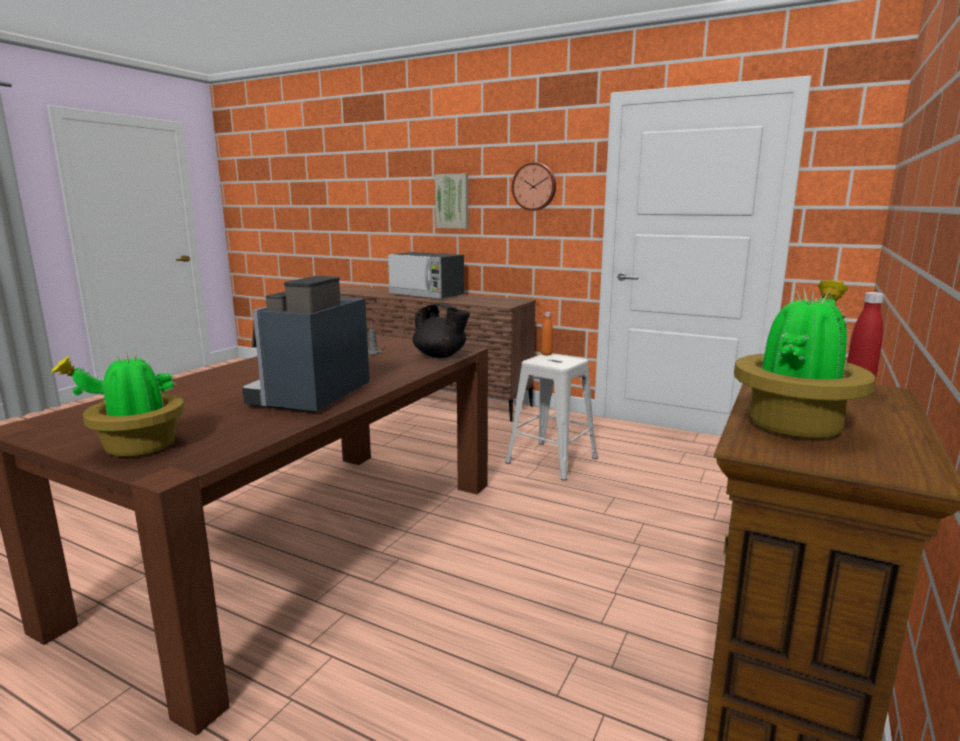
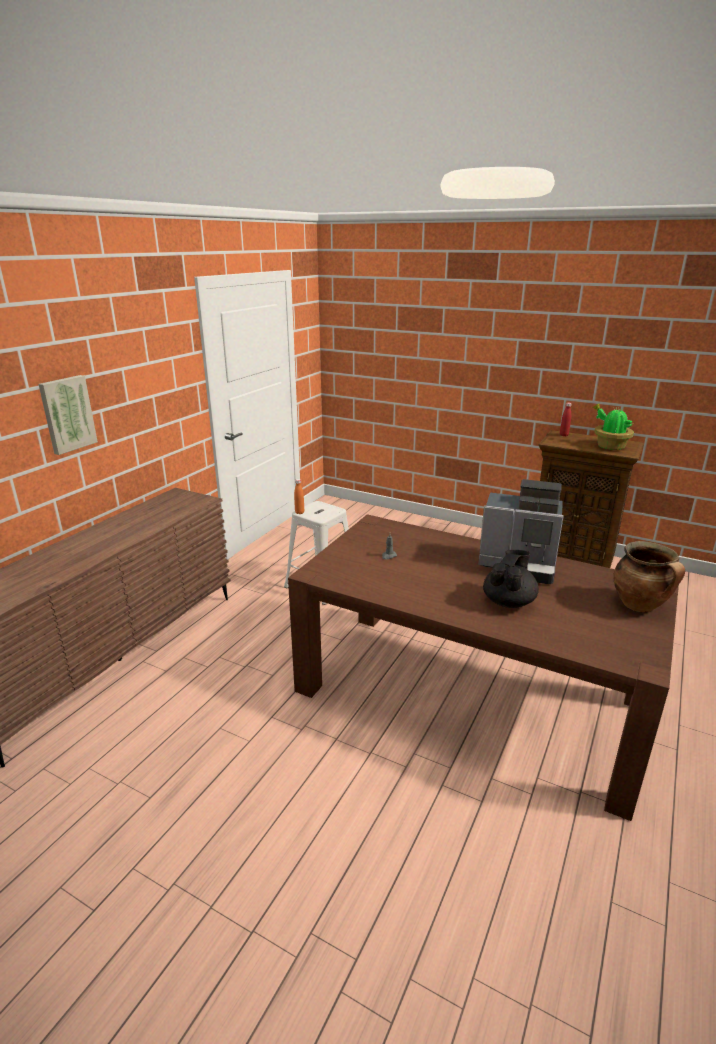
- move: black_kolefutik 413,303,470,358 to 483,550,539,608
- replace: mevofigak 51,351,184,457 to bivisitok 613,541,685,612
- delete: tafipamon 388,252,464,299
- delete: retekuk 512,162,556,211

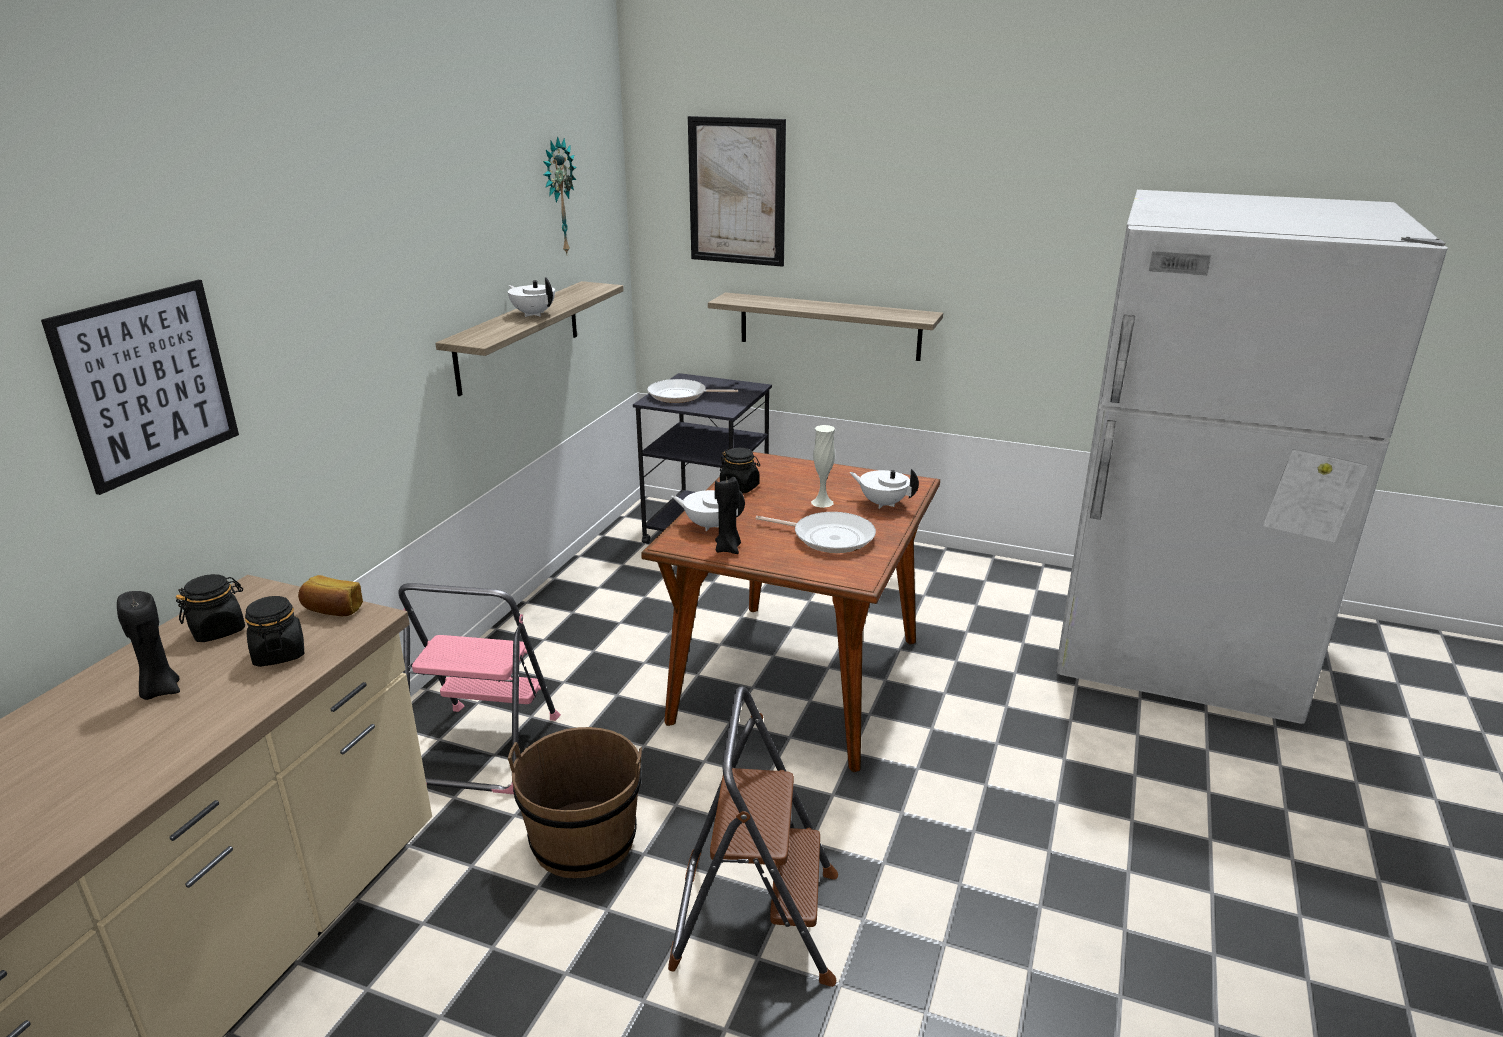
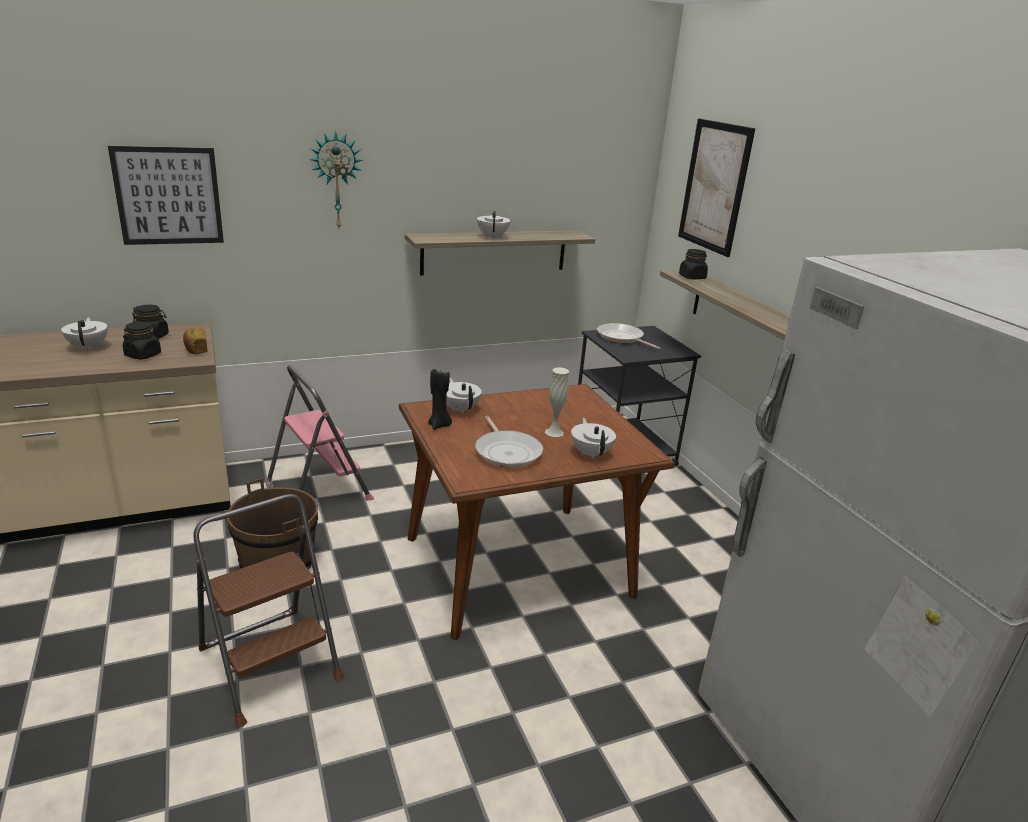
- replace: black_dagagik 117,591,180,700 to white_kolefutik 61,317,108,351
- move: retekuk 543,136,576,254 to 309,131,363,228
- move: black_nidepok 720,448,760,493 to 679,249,708,279

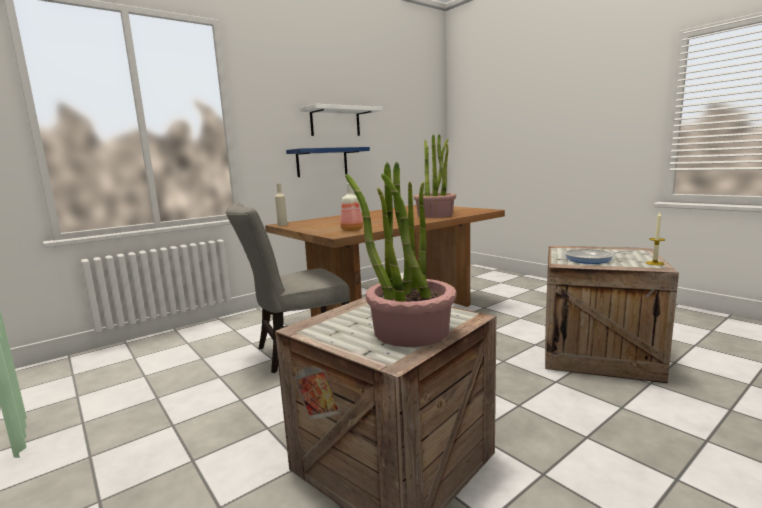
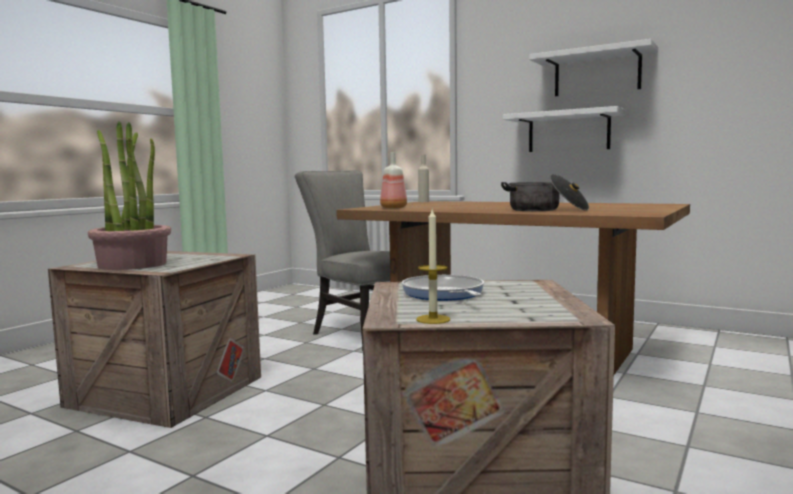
- replace: mevofigak 414,134,456,218 to bivisitok 501,174,589,211
- recolor: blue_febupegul 286,147,370,177 to white_febupegul 503,106,626,152

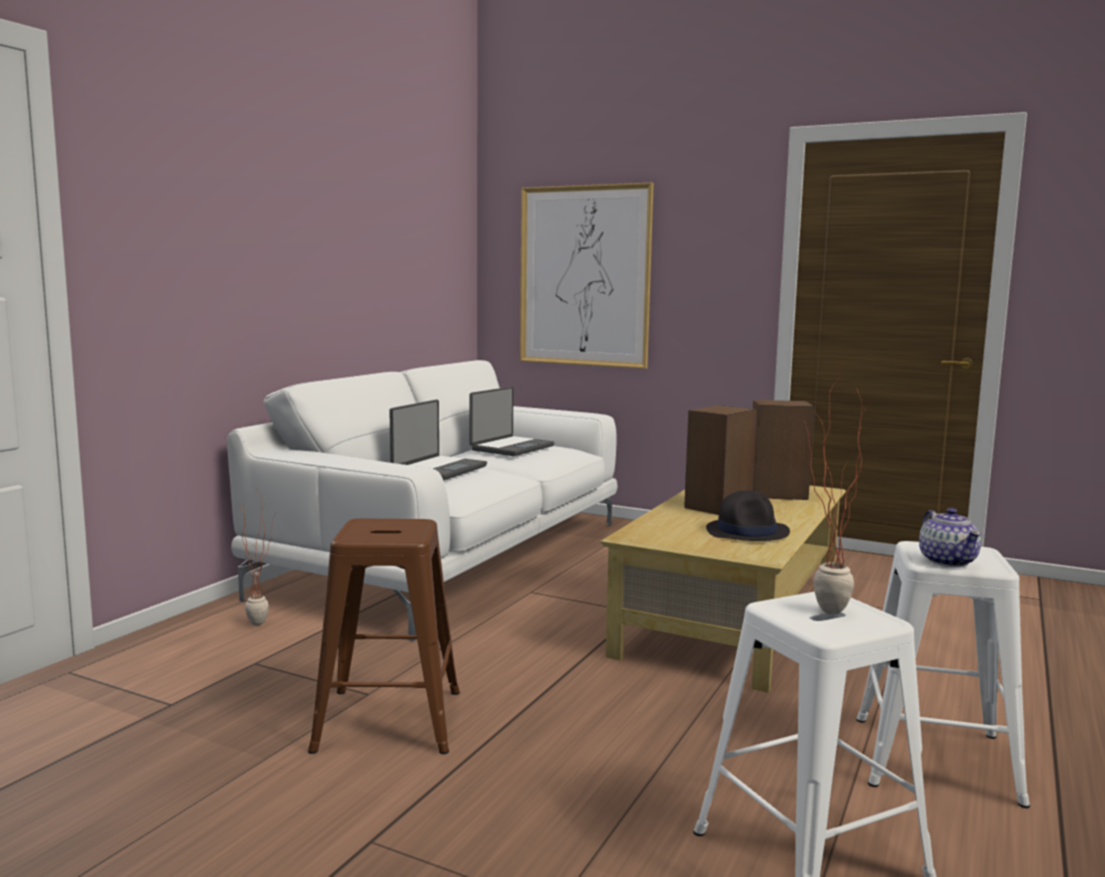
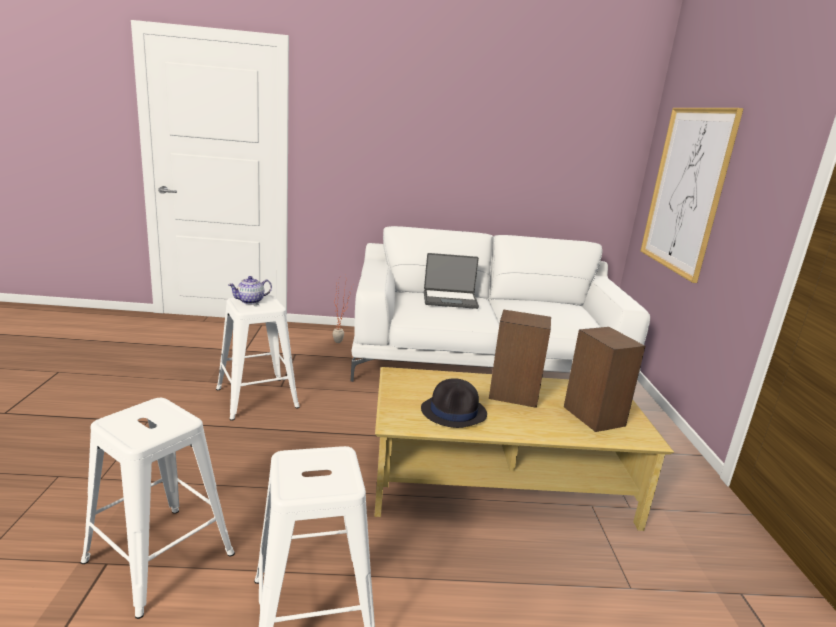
- recolor: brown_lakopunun 308,519,460,754 to white_lakopunun 216,295,300,421
- move: kolefutik 919,508,981,567 to 228,276,272,304
- delete: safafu 469,387,554,456
- delete: mevofigak 804,378,867,615

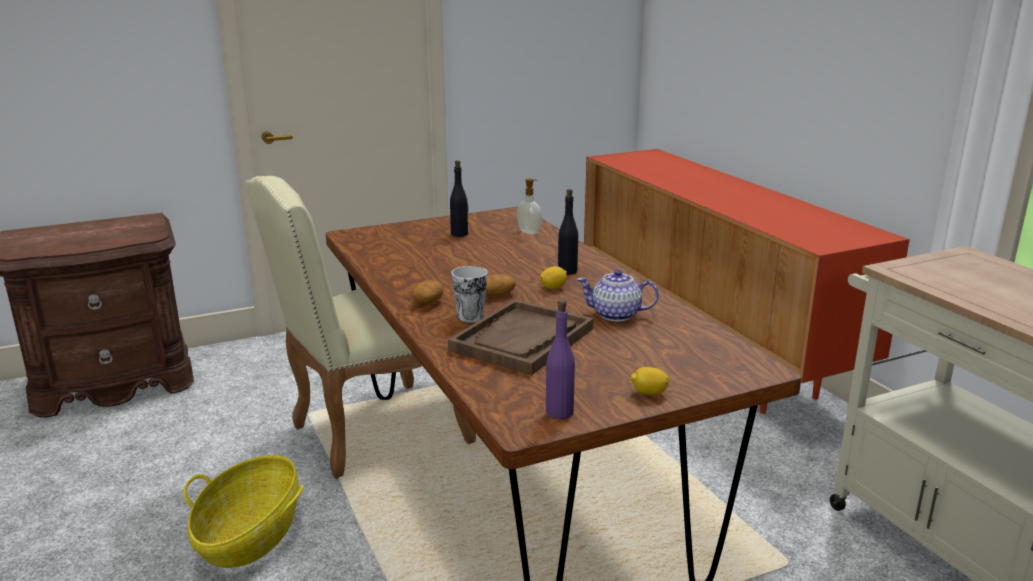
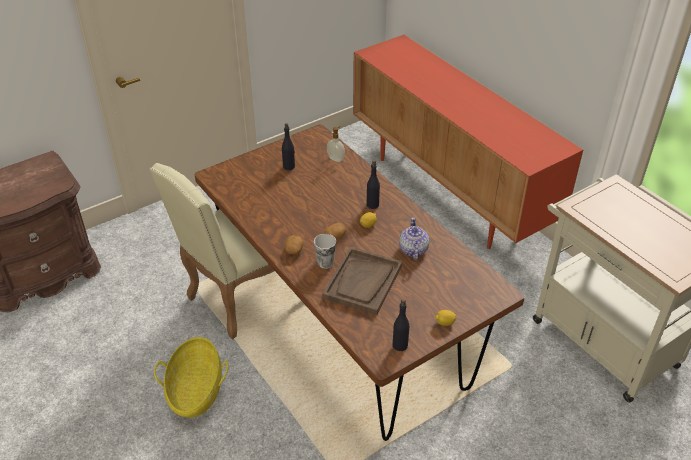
- recolor: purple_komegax 546,300,575,419 to black_komegax 393,299,409,351
- rotate: kolefutik 577,270,659,322 = 399,217,429,260 90 degrees clockwise

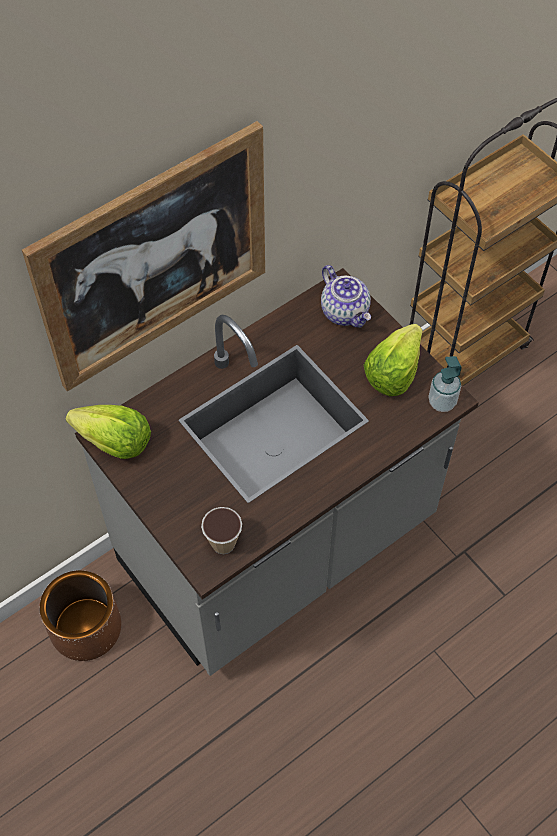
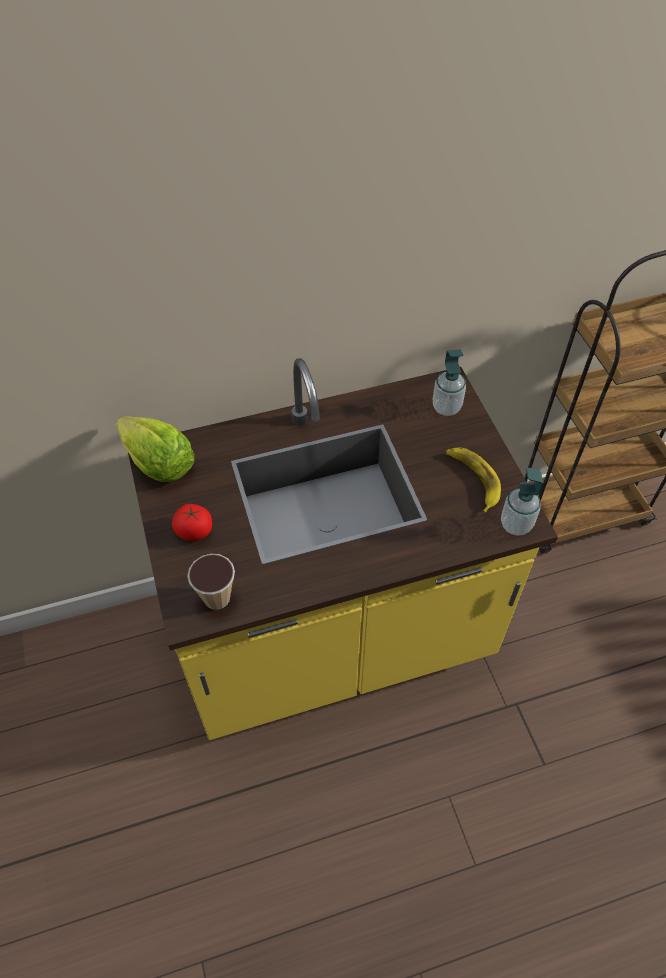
- recolor: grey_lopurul 75,268,479,676 to yellow_lopurul 128,358,558,740
- insert: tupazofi 172,504,212,541
- replace: kolefutik 321,265,371,328 to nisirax 433,349,466,416
- replace: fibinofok 364,324,422,396 to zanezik 446,448,501,513
- delete: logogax 22,121,265,392
- delete: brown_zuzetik 39,570,121,661

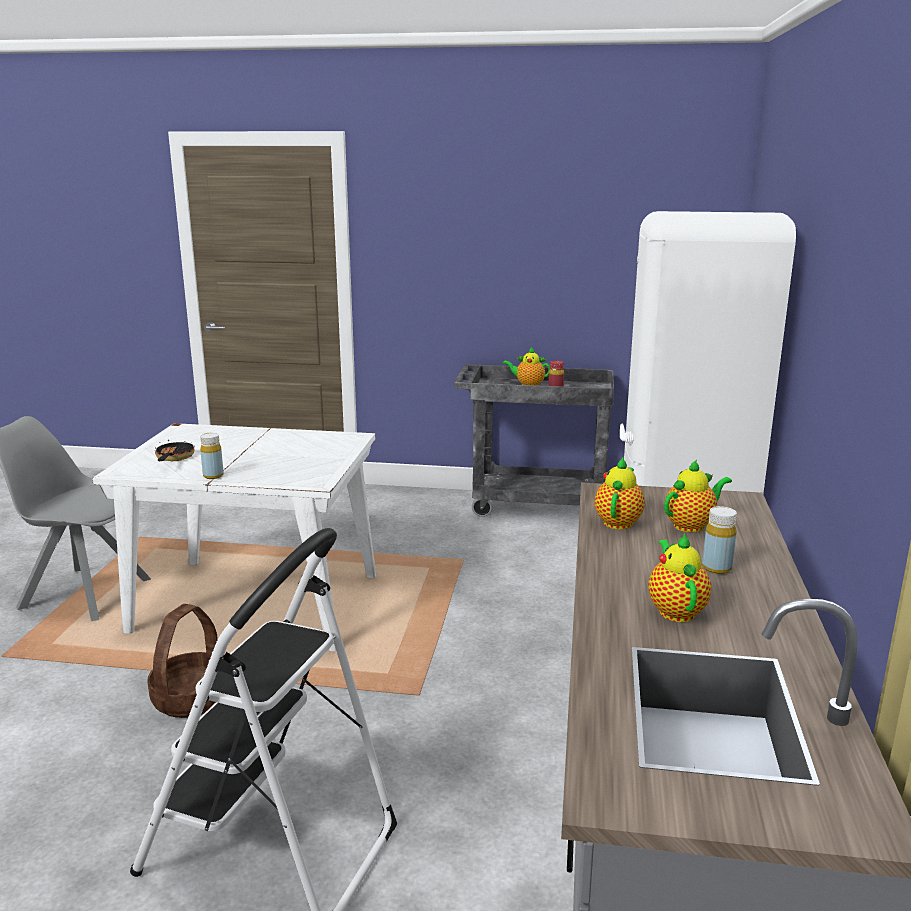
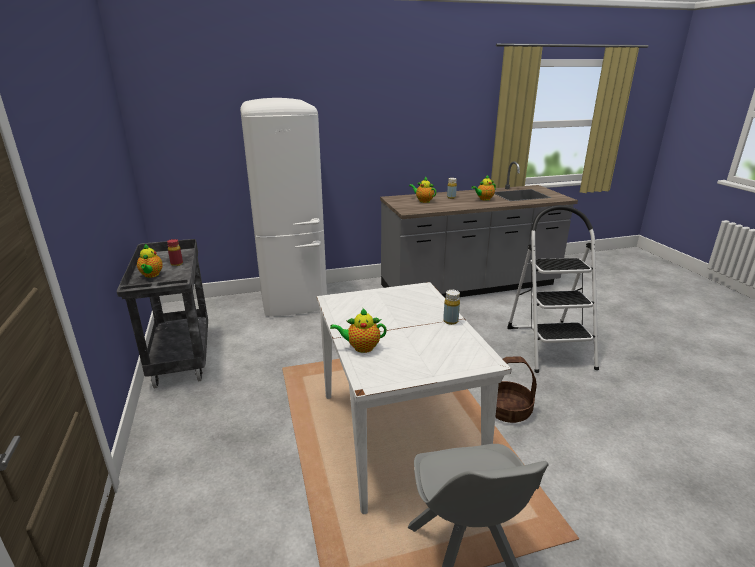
- move: kolefutik 595,457,645,530 to 330,308,387,353
- delete: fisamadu 155,440,194,461

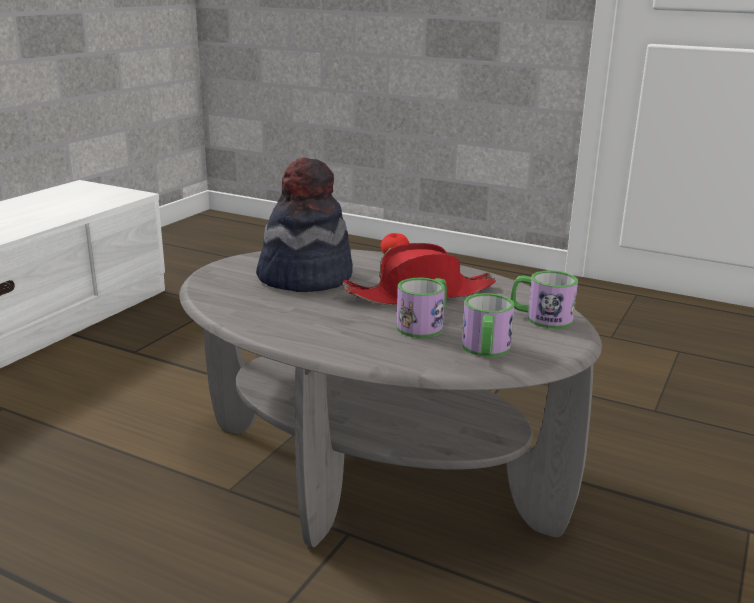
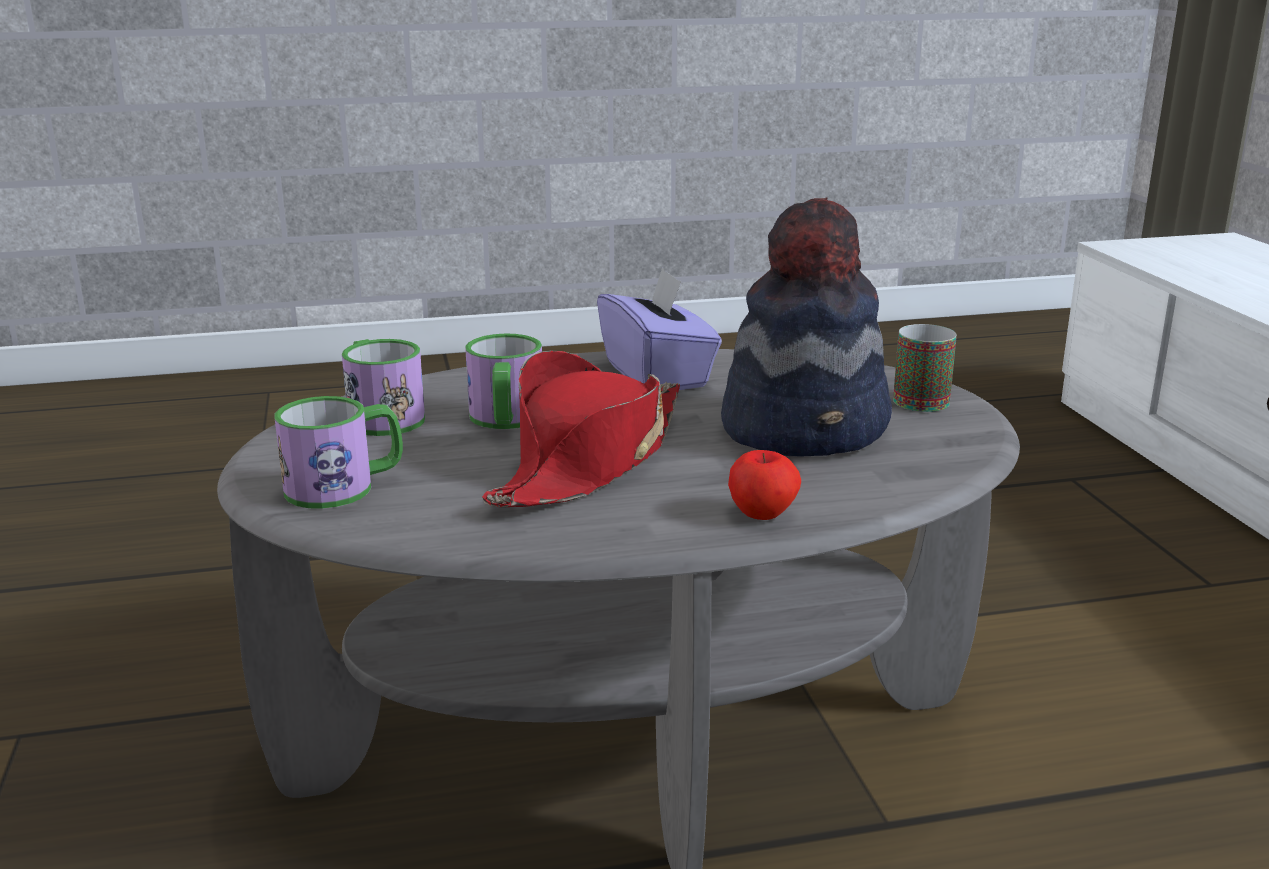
- insert: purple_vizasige 597,267,722,390
- insert: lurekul 893,324,957,412

